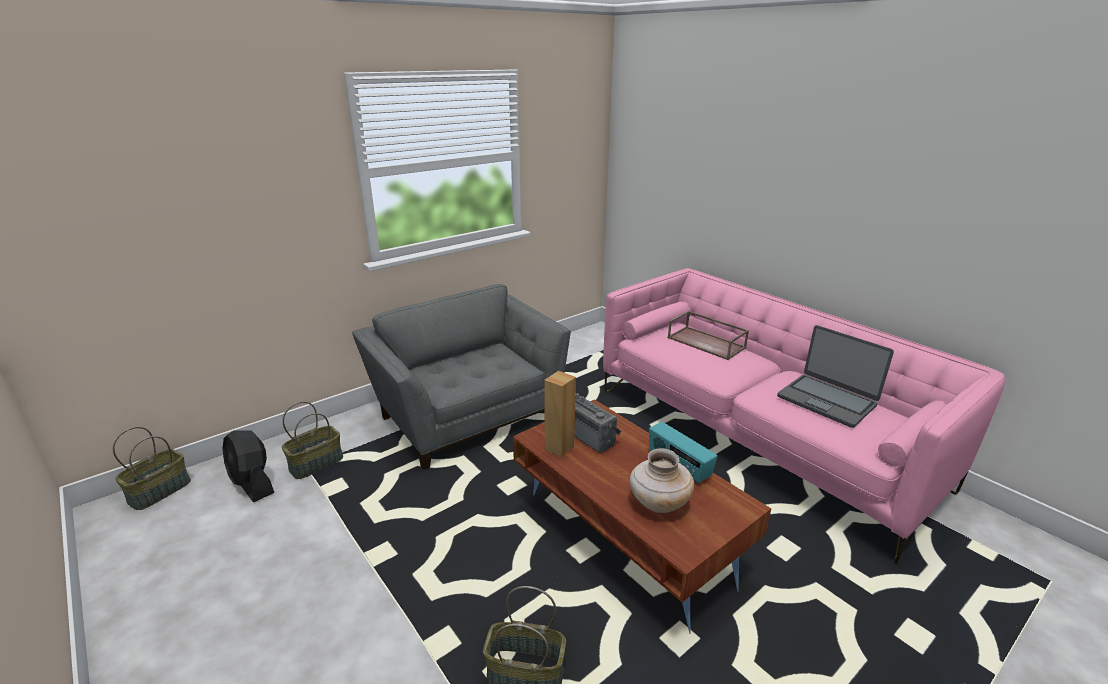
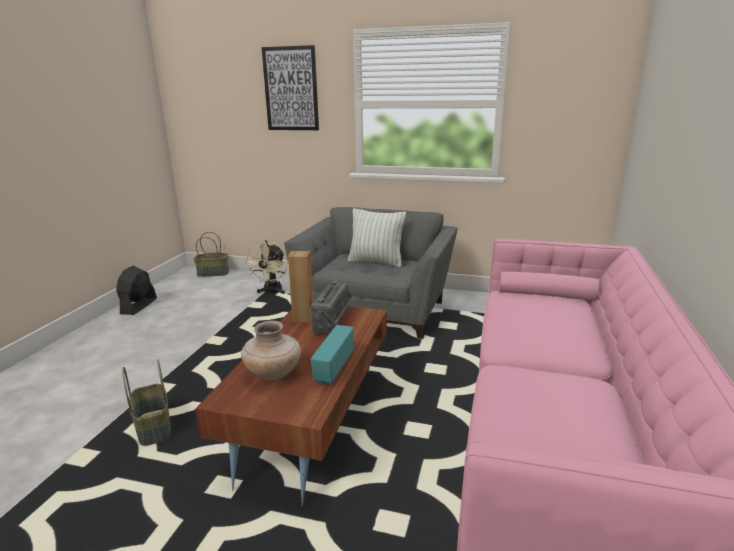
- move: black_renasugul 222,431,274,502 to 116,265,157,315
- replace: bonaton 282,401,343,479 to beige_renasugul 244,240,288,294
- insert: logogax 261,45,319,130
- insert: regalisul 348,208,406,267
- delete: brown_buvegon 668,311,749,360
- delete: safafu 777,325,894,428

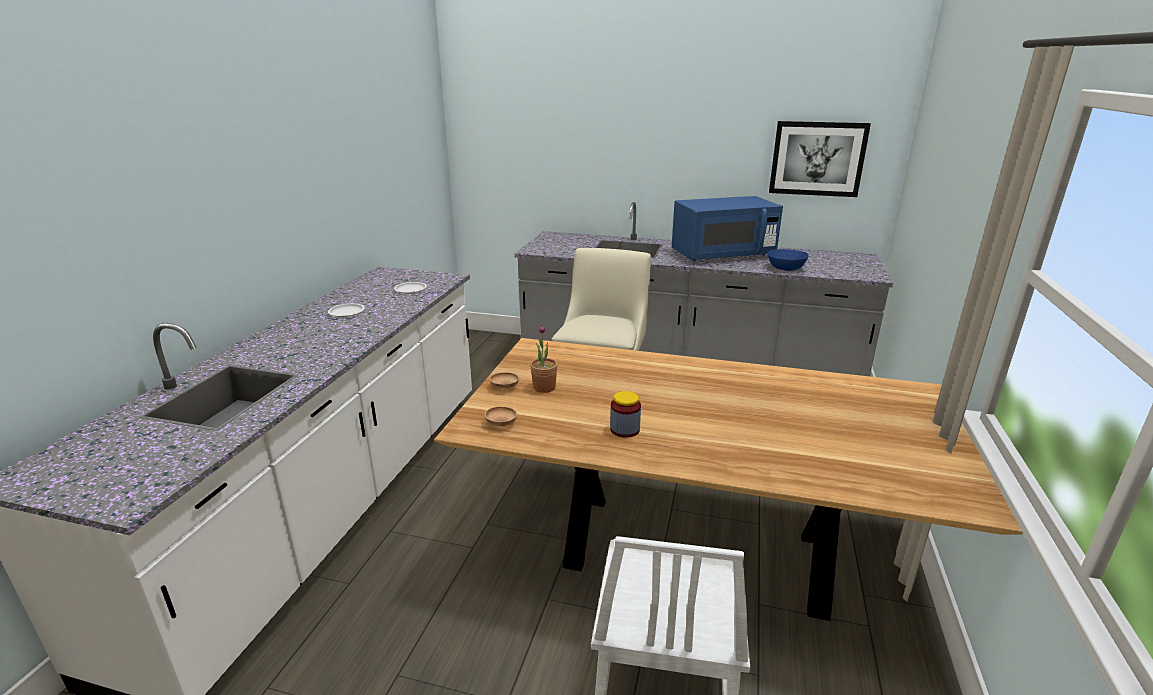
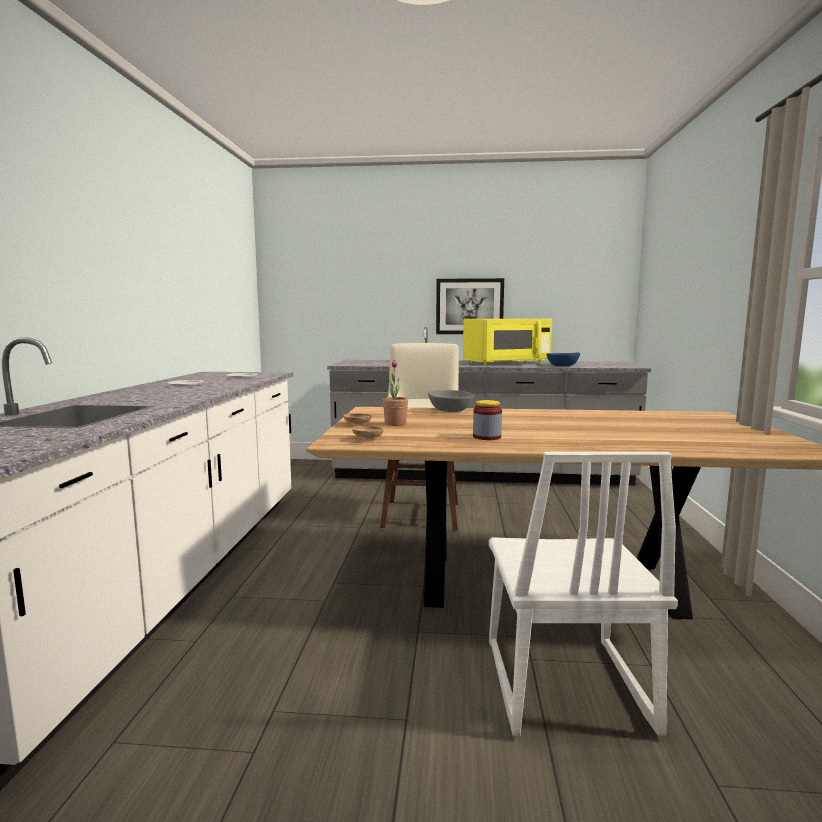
- insert: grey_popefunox 428,390,474,412
- move: logogax 769,121,871,197 to 436,278,504,334
- recolor: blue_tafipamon 672,196,783,261 to yellow_tafipamon 463,319,552,365

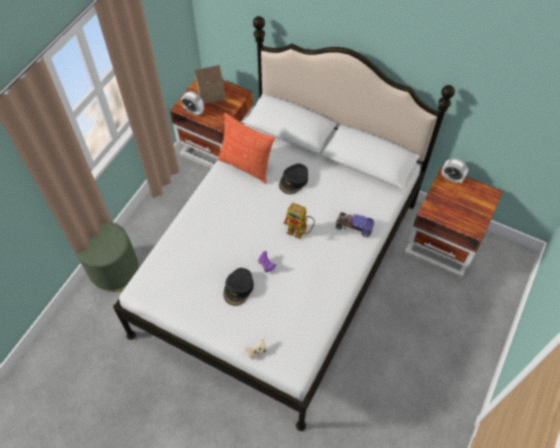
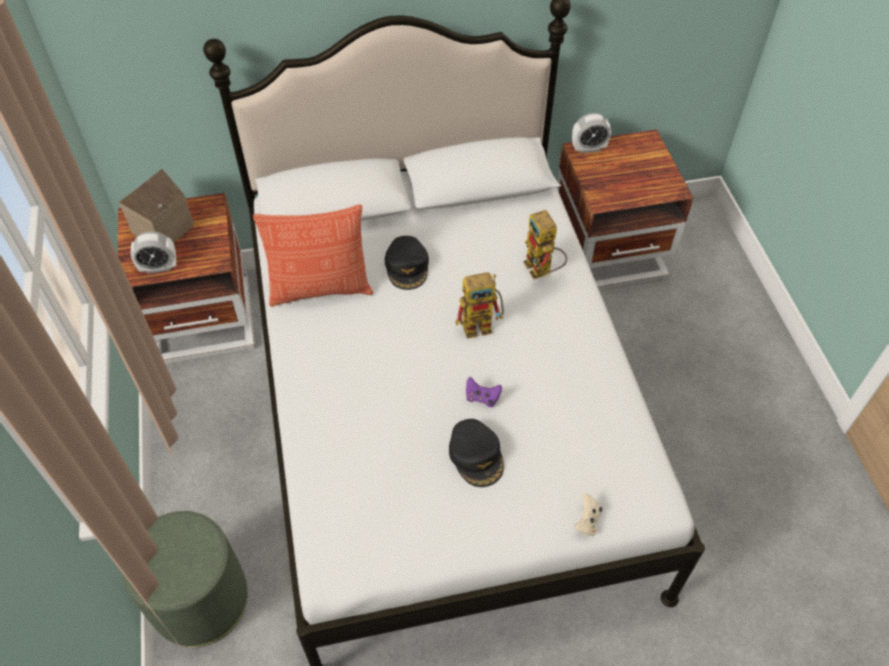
- replace: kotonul 336,212,374,237 to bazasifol 523,210,567,279

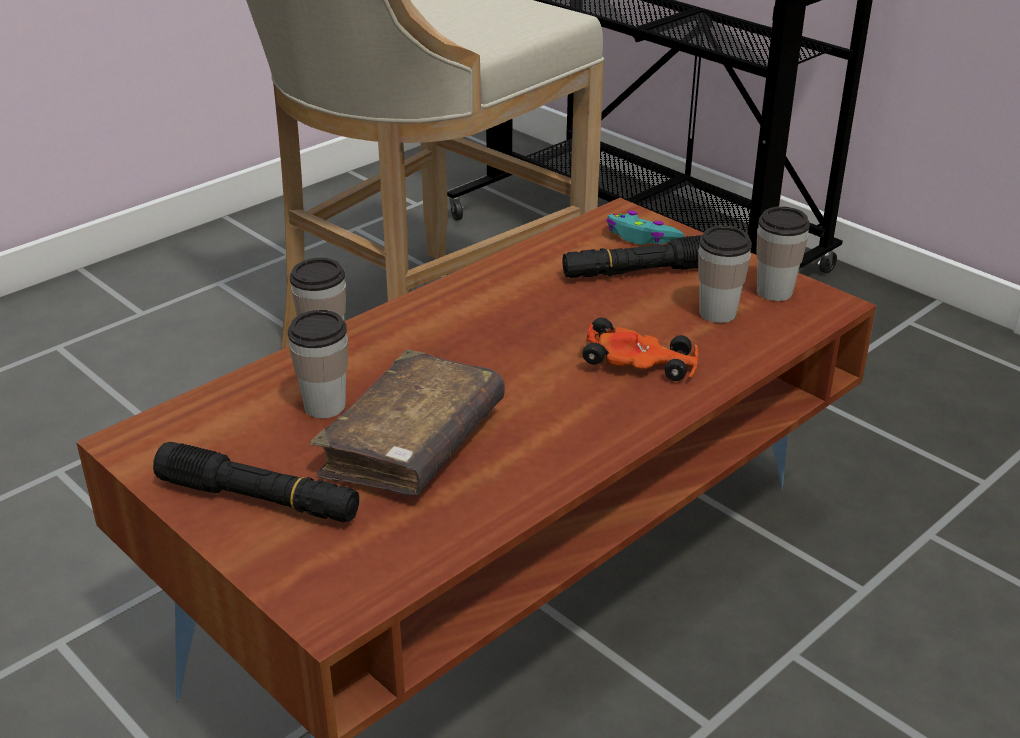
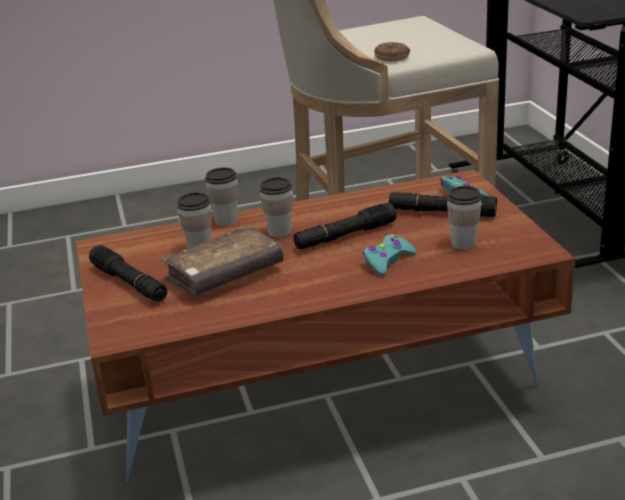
- move: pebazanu 756,206,810,301 to 259,177,292,238
- insert: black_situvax 293,203,396,249
- replace: kotonul 583,318,698,381 to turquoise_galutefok 362,234,417,275
- insert: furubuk 374,42,410,61

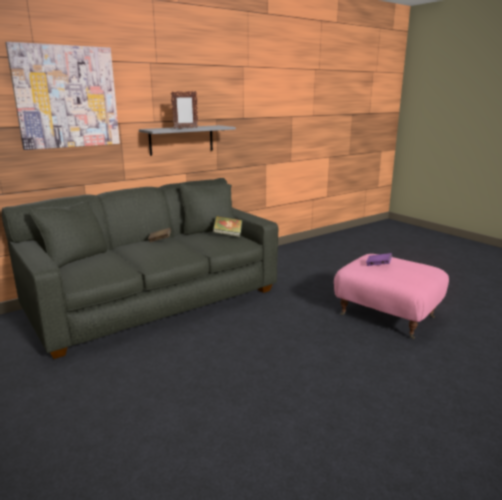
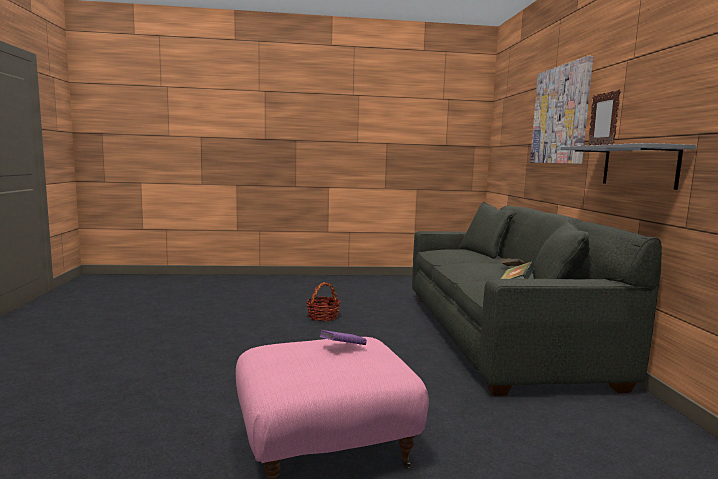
- insert: bonaton 306,282,341,321

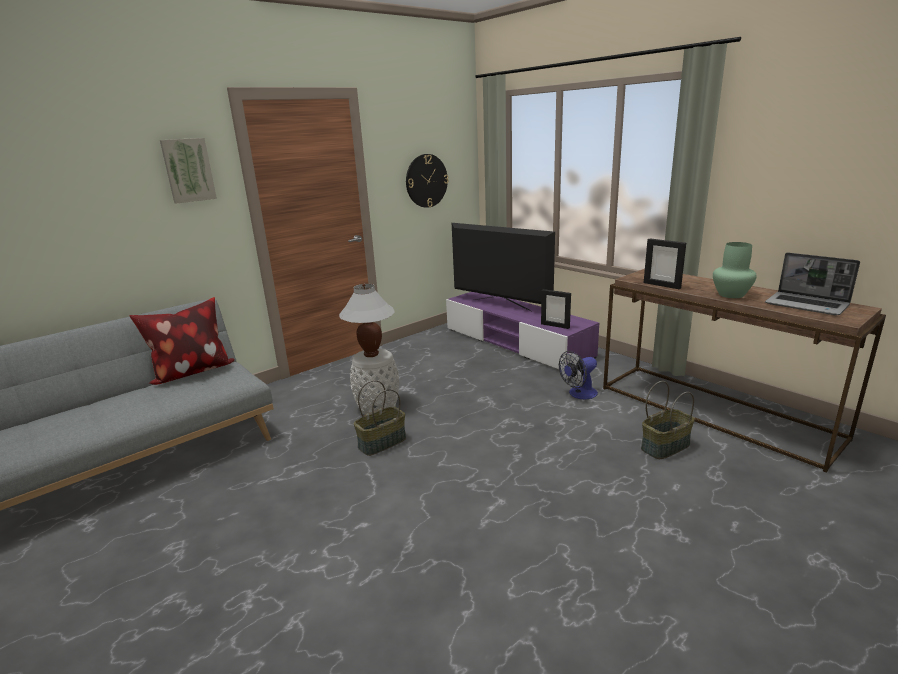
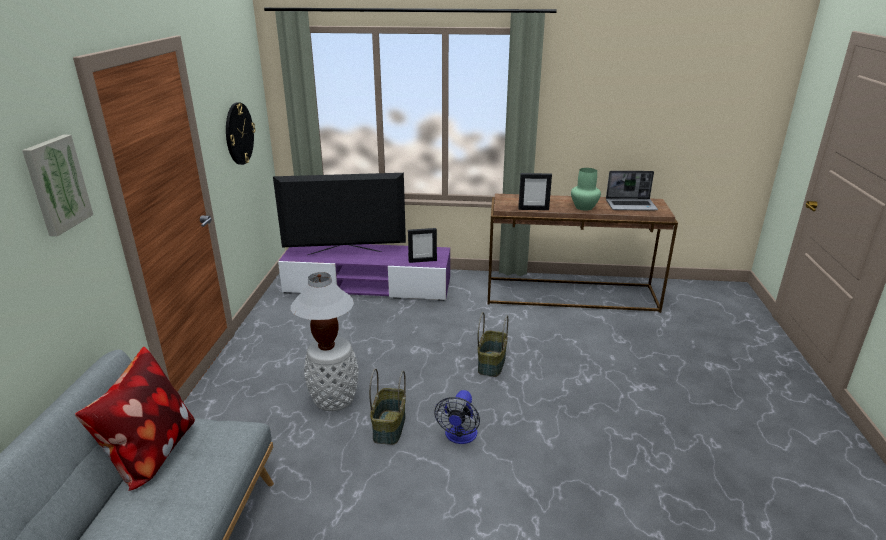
- move: renasugul 559,351,598,399 to 434,390,480,444
- move: bonaton 641,381,695,459 to 478,312,508,377

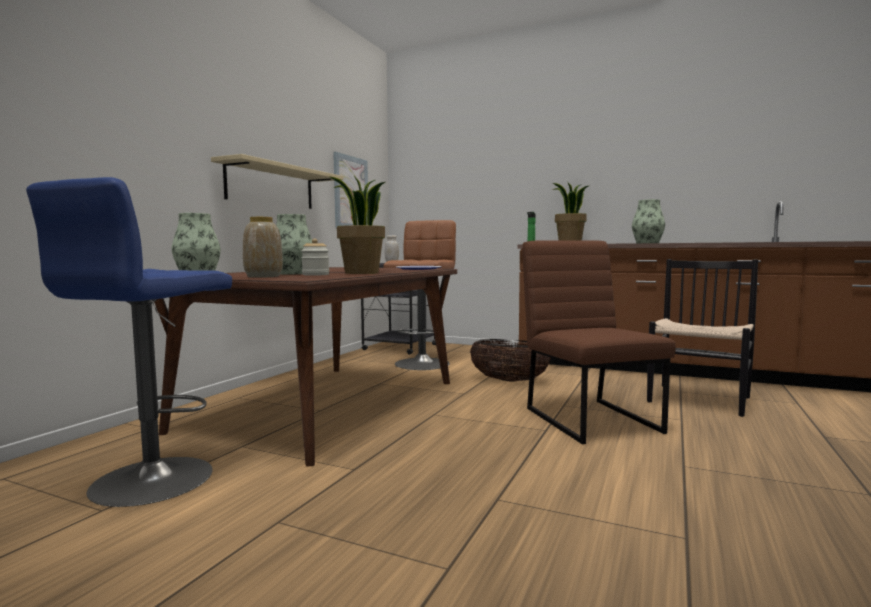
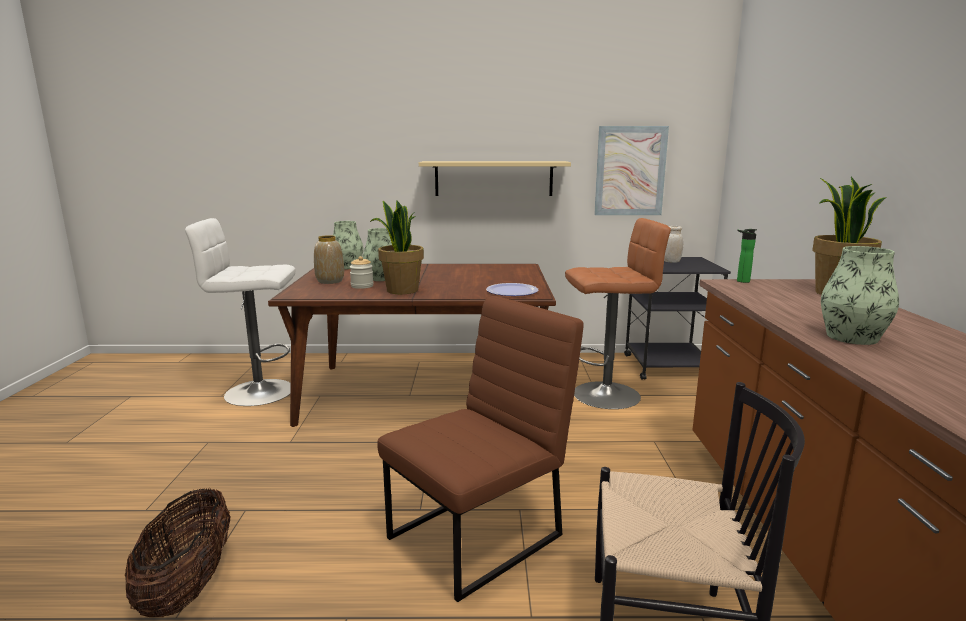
- move: bonaton 470,339,551,381 to 125,487,230,617
- recolor: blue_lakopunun 26,177,232,507 to white_lakopunun 185,218,295,406

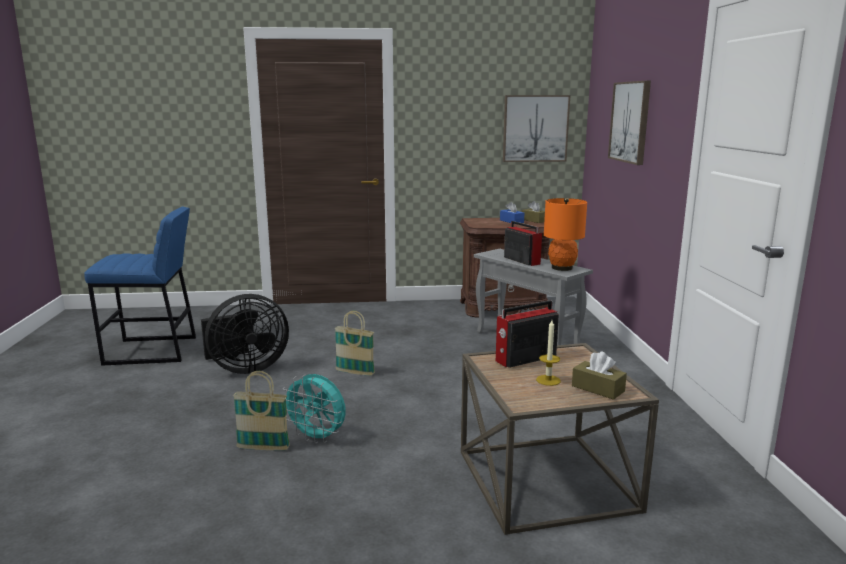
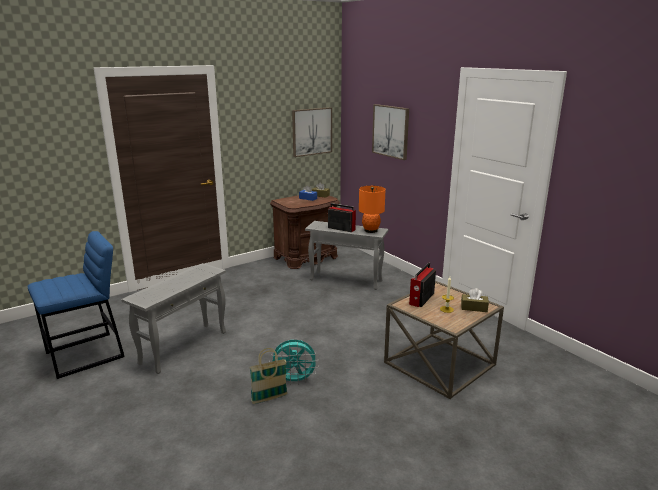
- replace: black_renasugul 201,294,289,374 to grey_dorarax 121,263,226,374
- delete: bonaton 335,311,375,376

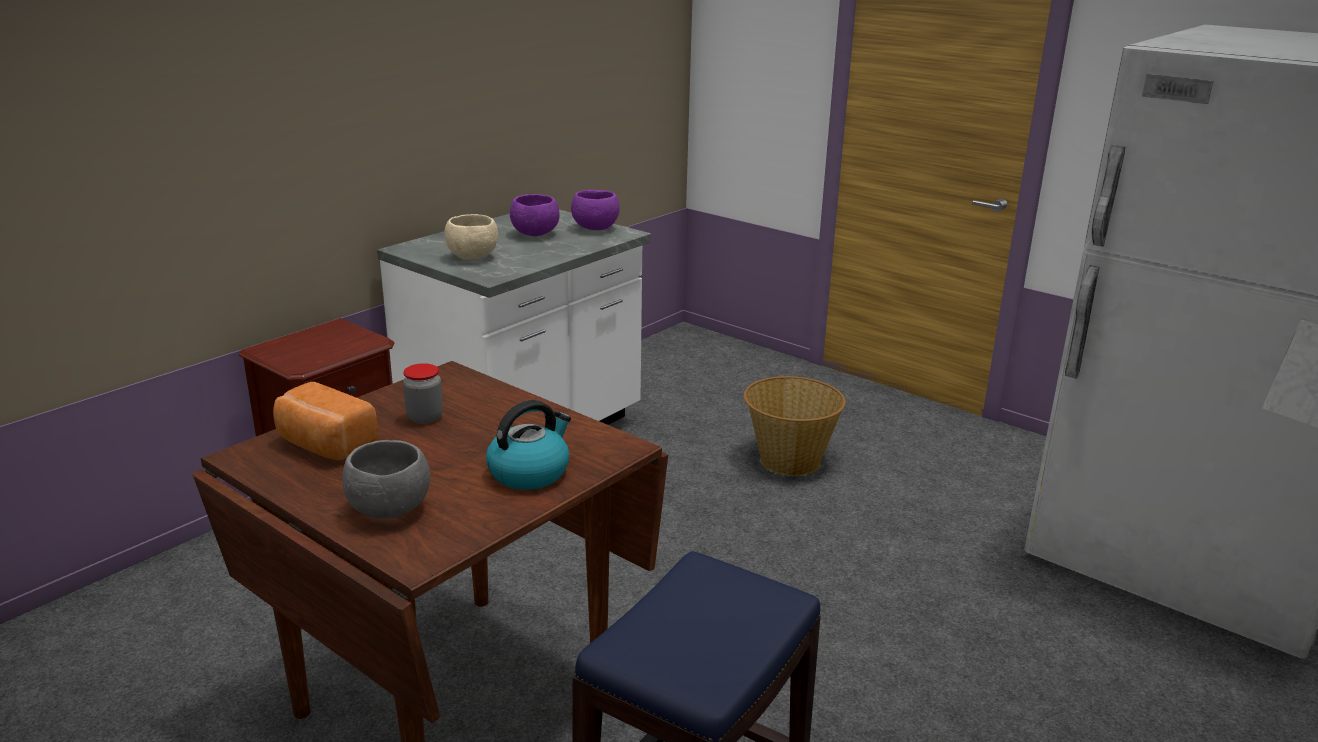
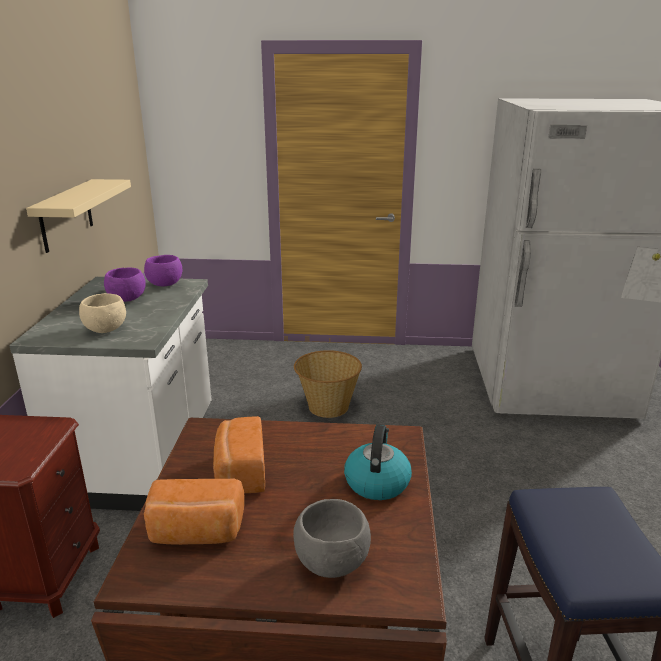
- insert: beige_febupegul 26,179,131,253
- replace: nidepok 403,363,443,424 to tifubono 213,416,265,493

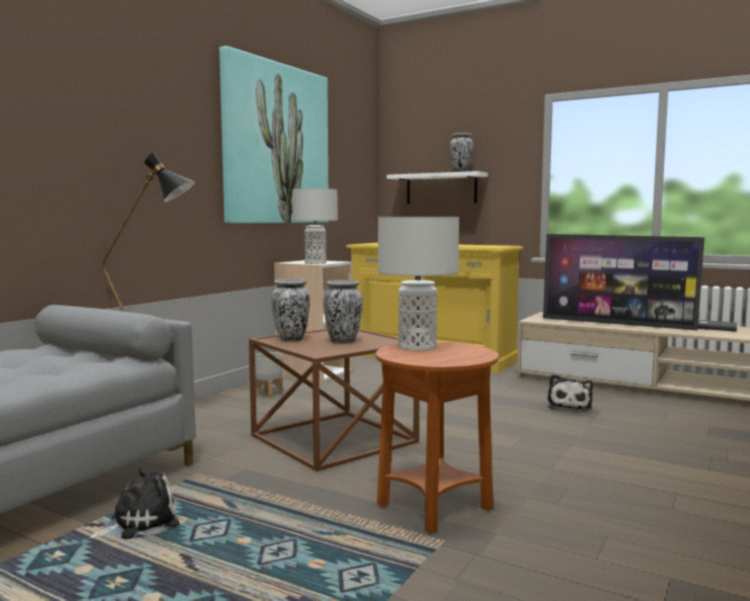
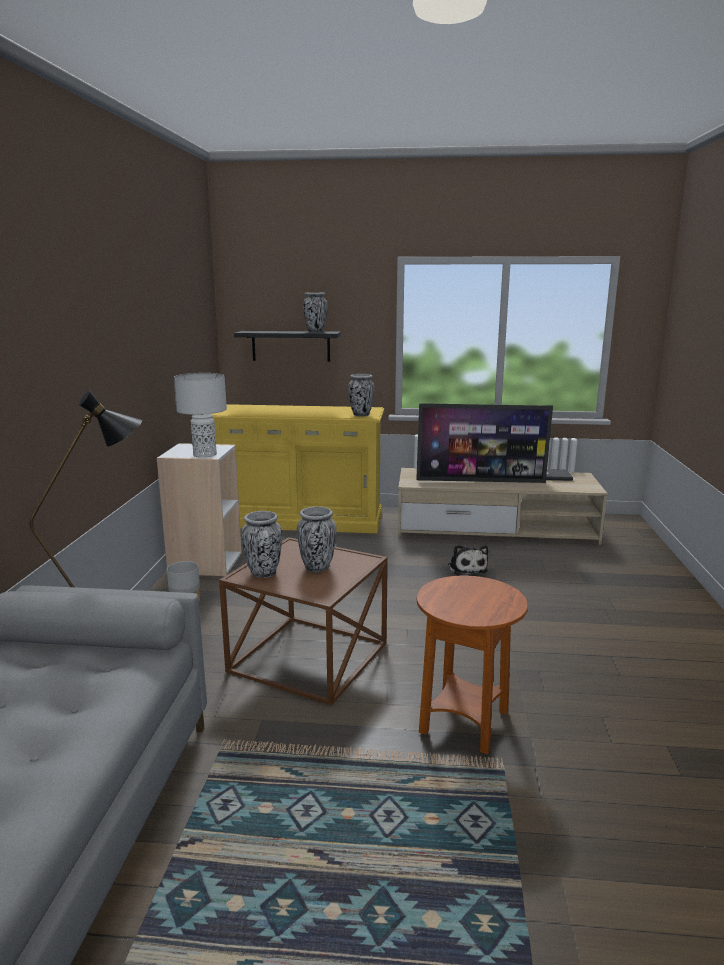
- recolor: white_febupegul 387,171,488,204 to black_febupegul 234,331,341,362
- insert: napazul 348,374,374,417
- delete: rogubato 88,466,180,539
- delete: logogax 219,46,329,223
- delete: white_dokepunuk 378,217,459,351

